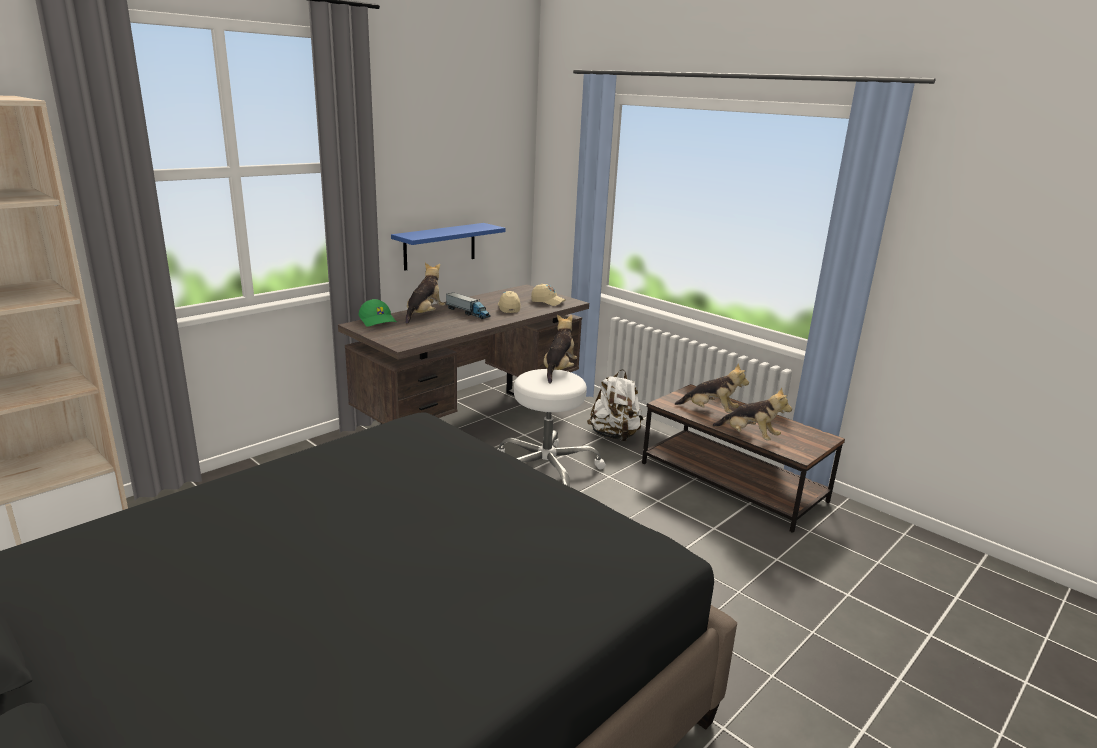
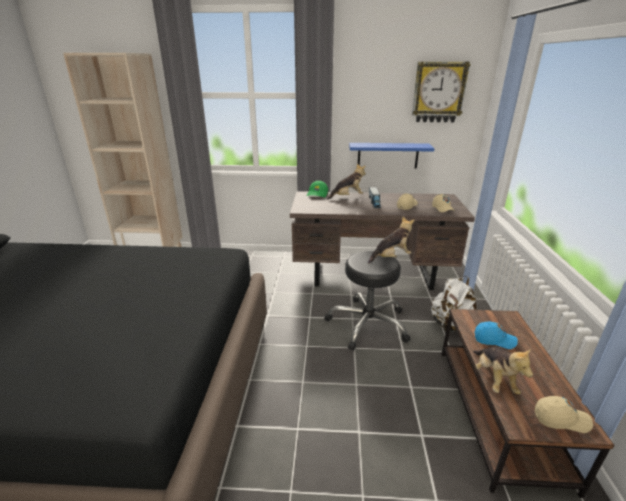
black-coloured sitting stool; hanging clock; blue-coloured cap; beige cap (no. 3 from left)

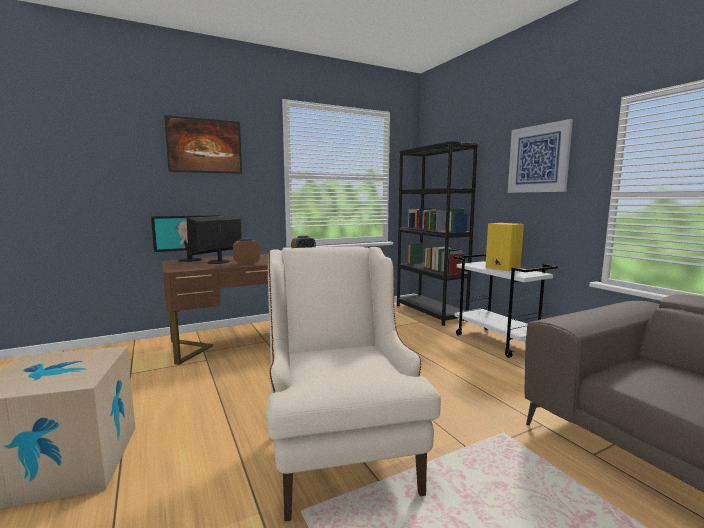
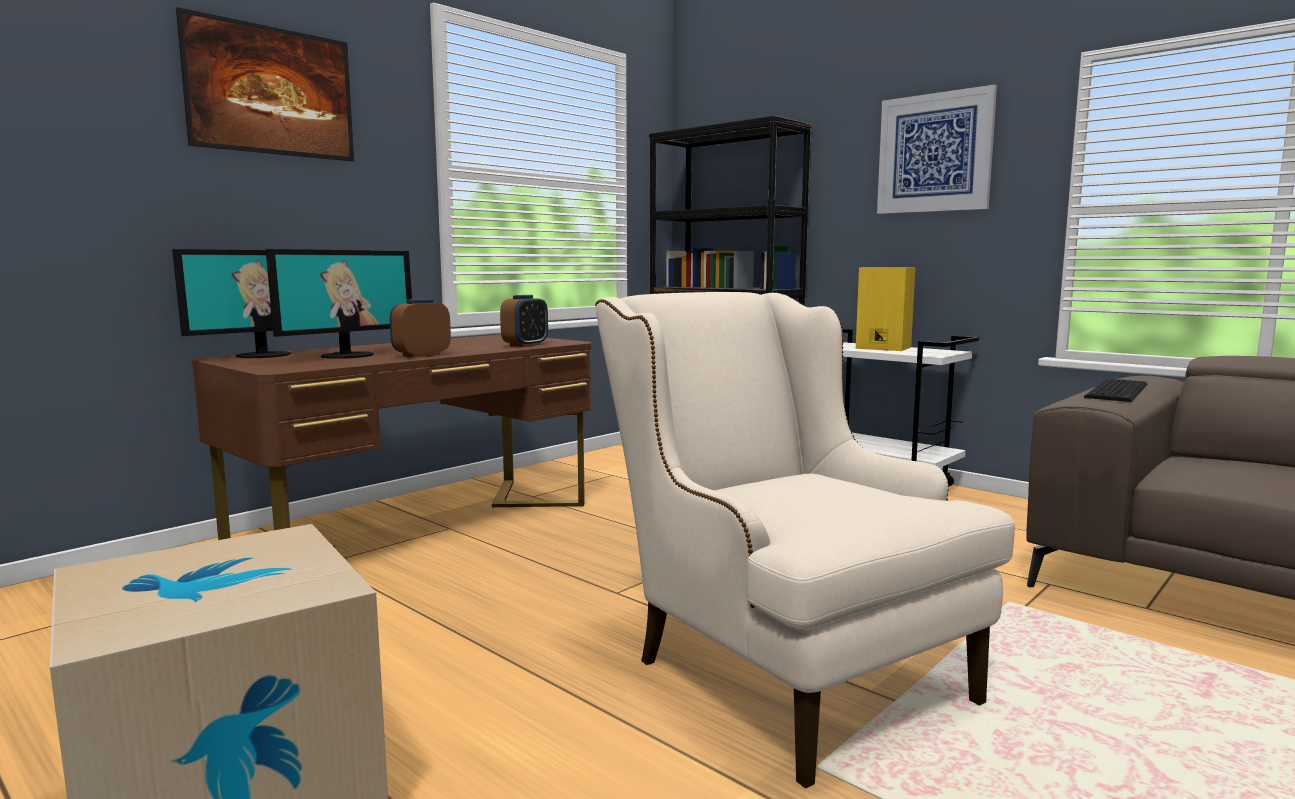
monitor (no. 2 from left); PC keyboard

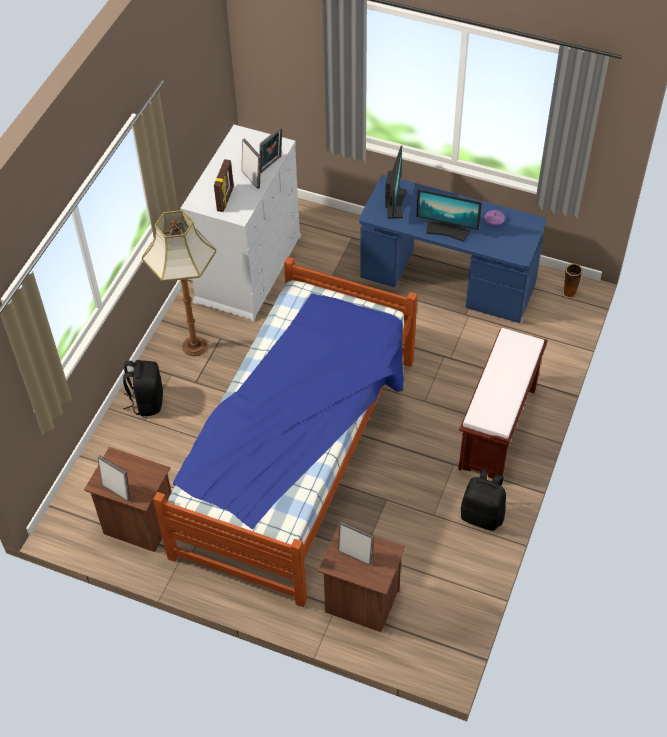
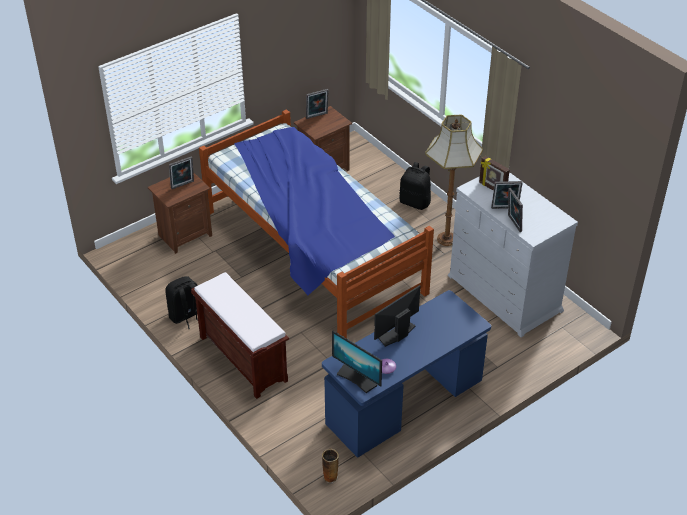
monitor (no. 1 from left)

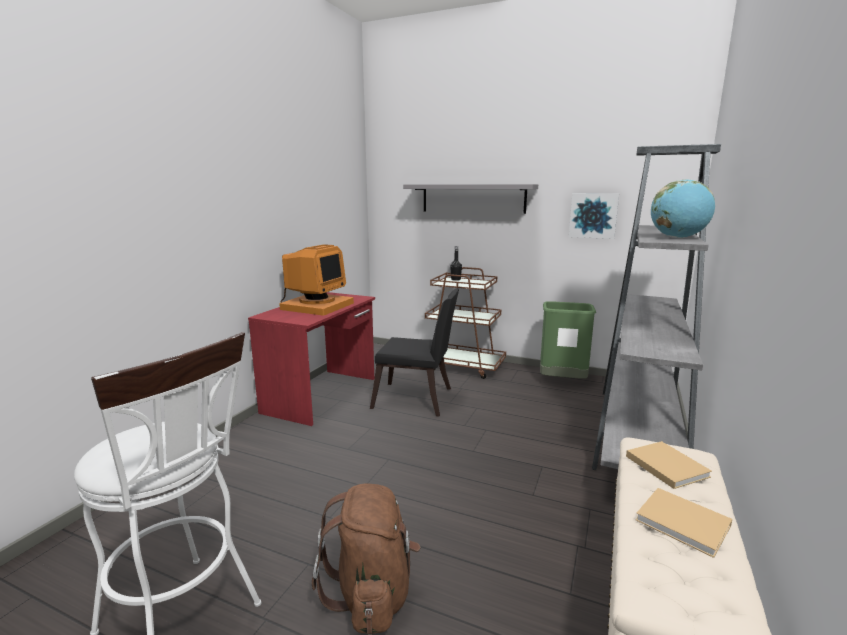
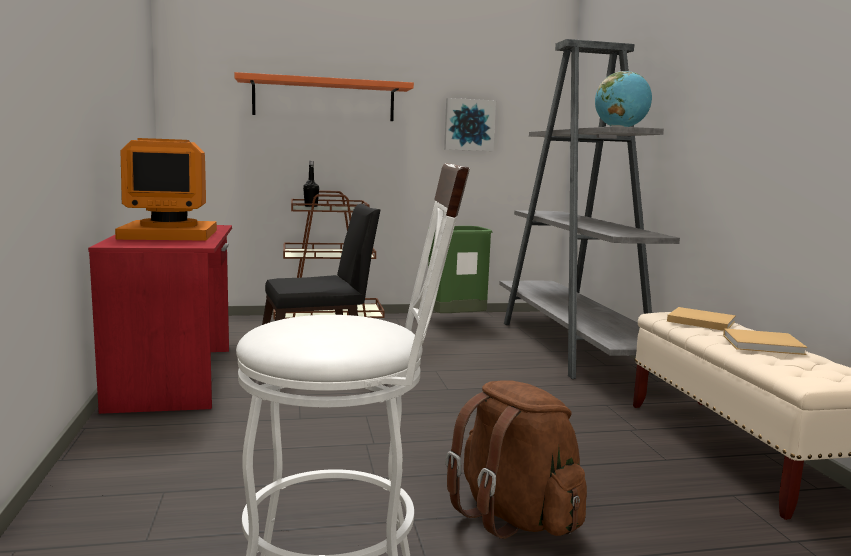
monitor; orange-coloured bracket shelf

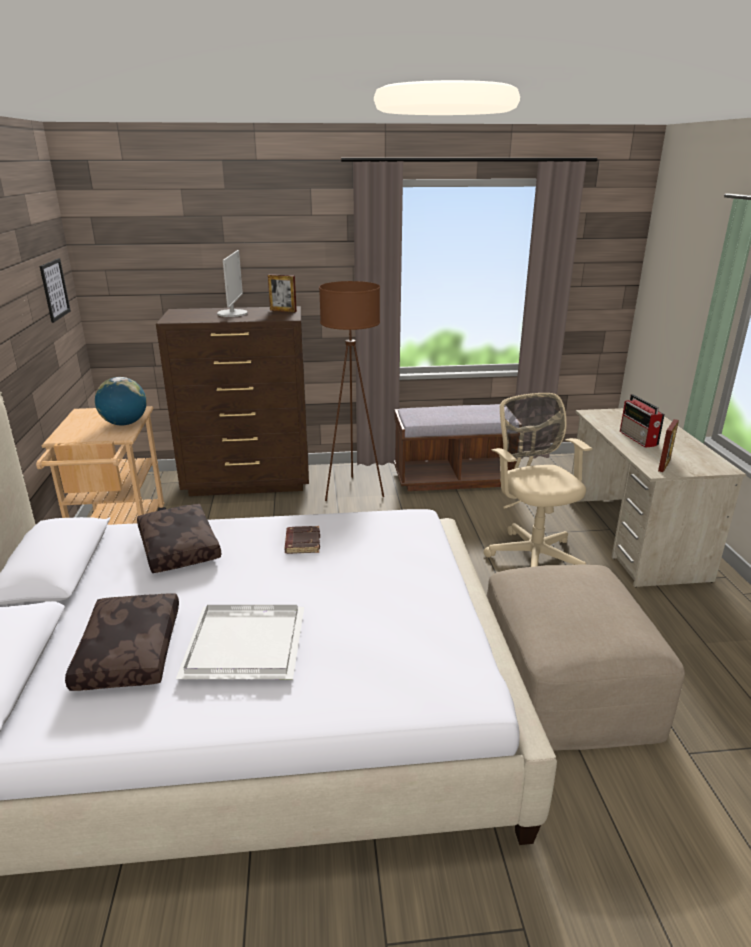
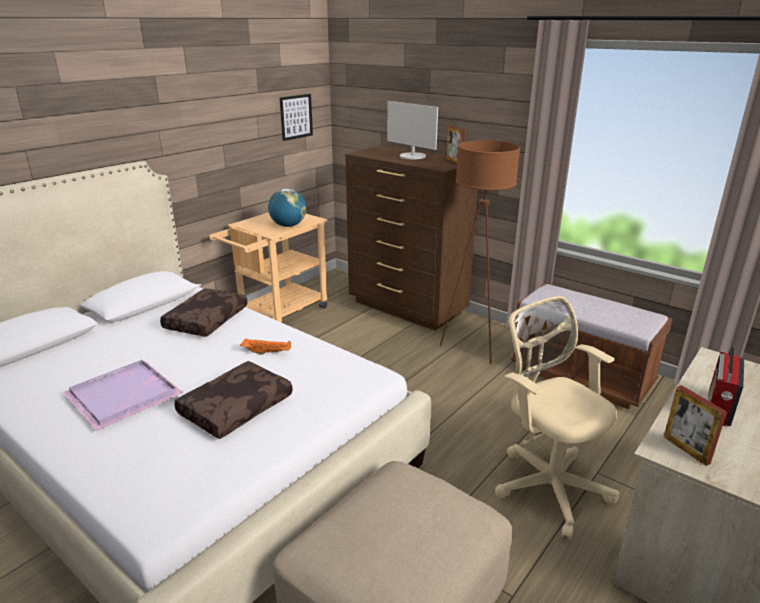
purple-coloured serving tray; brownish throw pillow (no. 2 from left); orange-coloured serving tray; monitor; beige computer chair; photo frame (no. 2 from left)

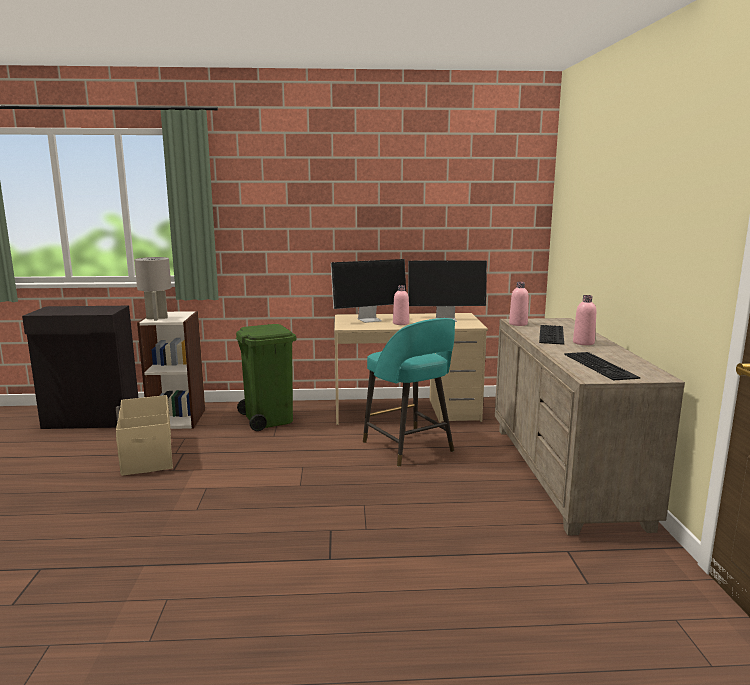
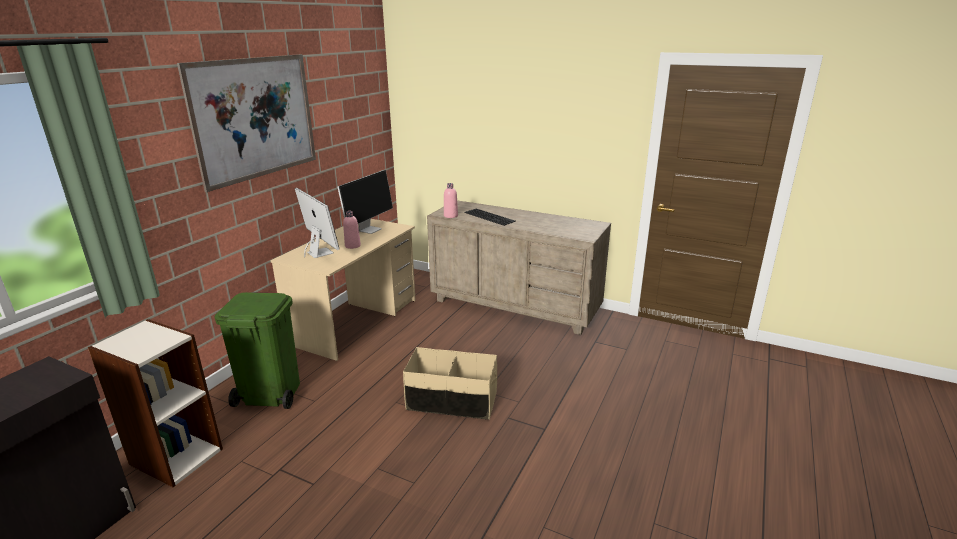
picture; monitor (no. 1 from left); beige storage box; gray lamp for a table; turquoise-coloured sitting stool; PC keyboard (no. 2 from left in the first image); pink-coloured drink bottle (no. 3 from left in the first image)

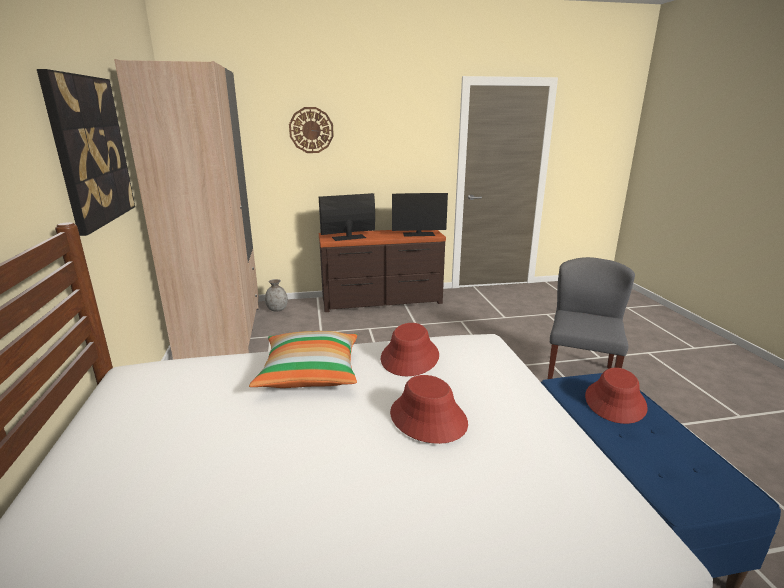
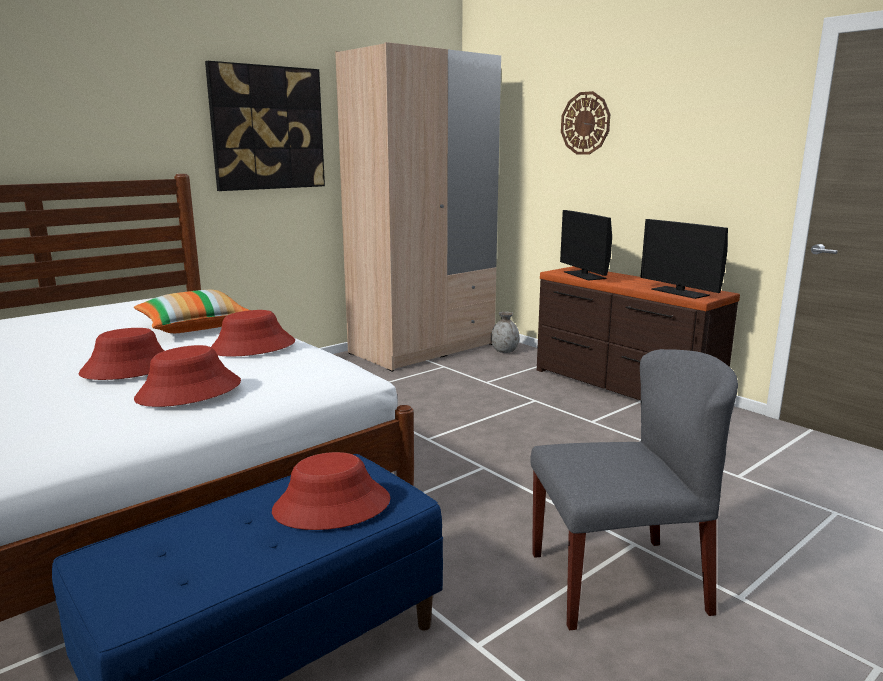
red-coloured hat (no. 2 from left); monitor (no. 1 from left)

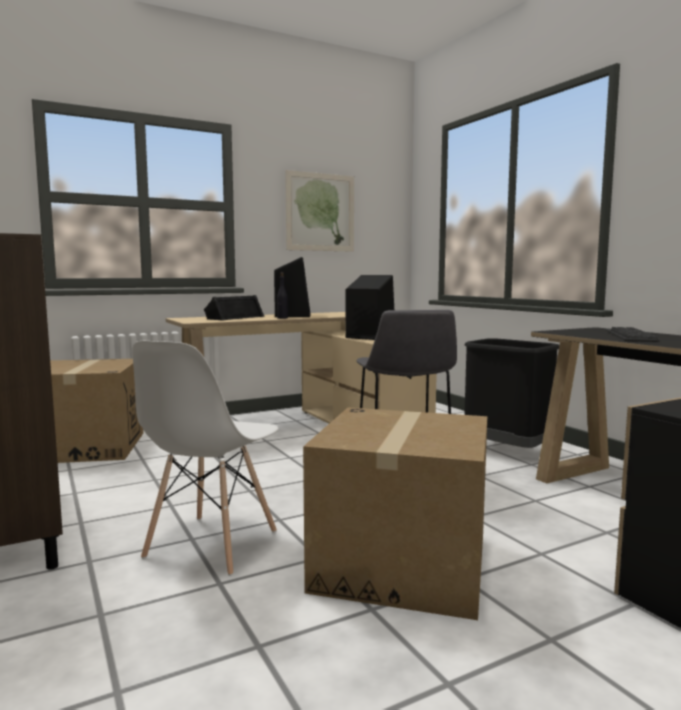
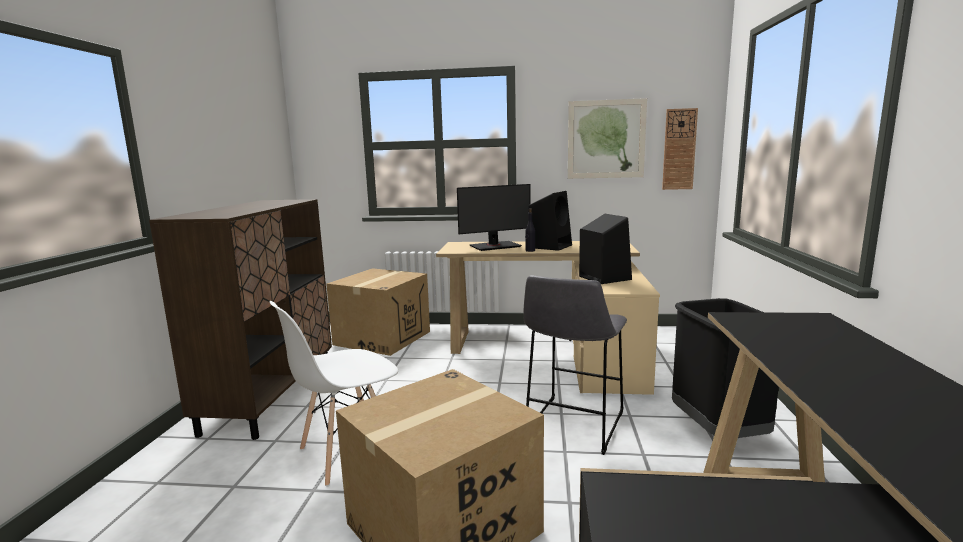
monitor; hanging clock; PC keyboard

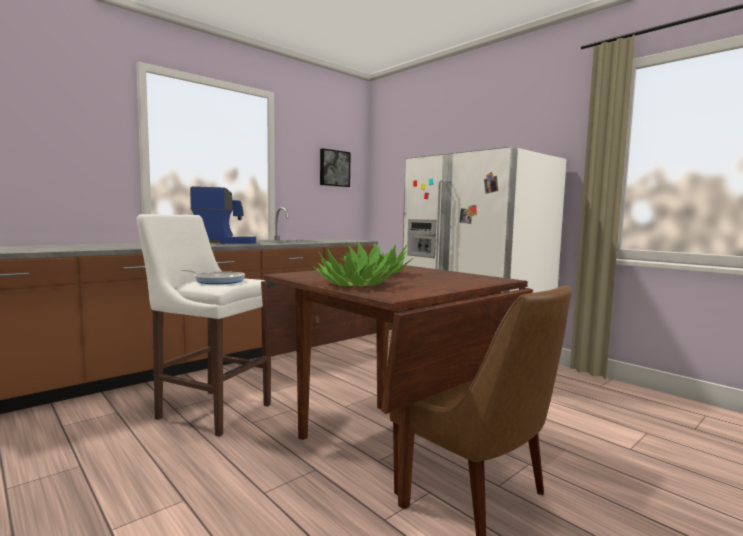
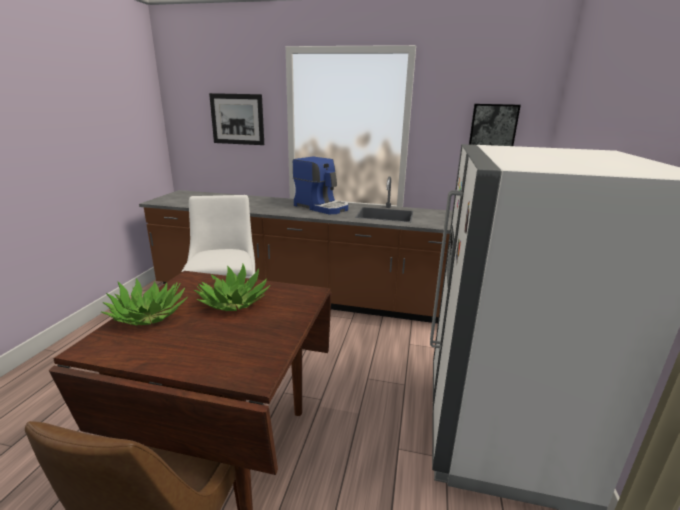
picture (no. 1 from left); skillet

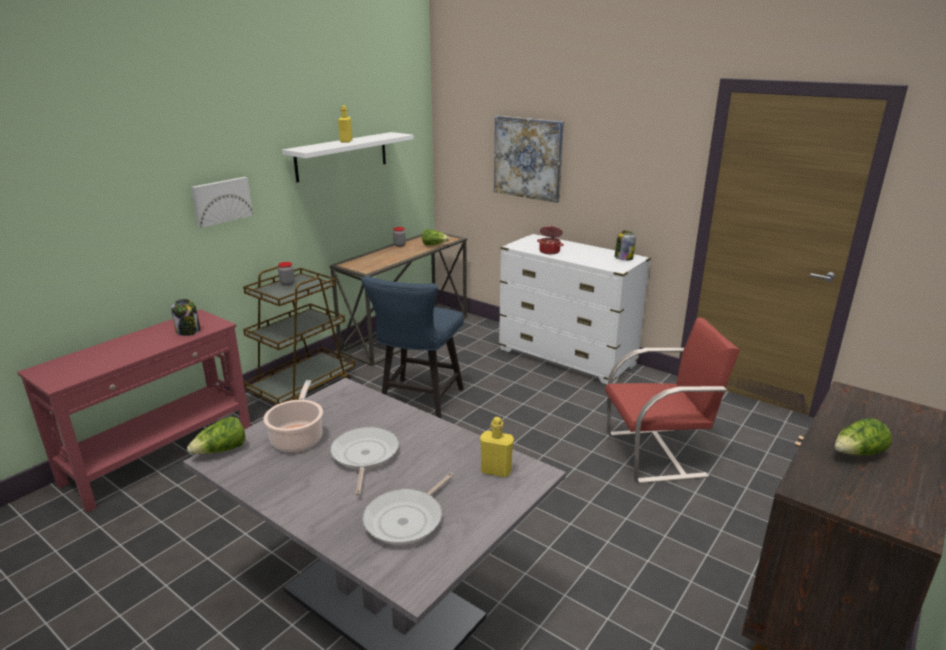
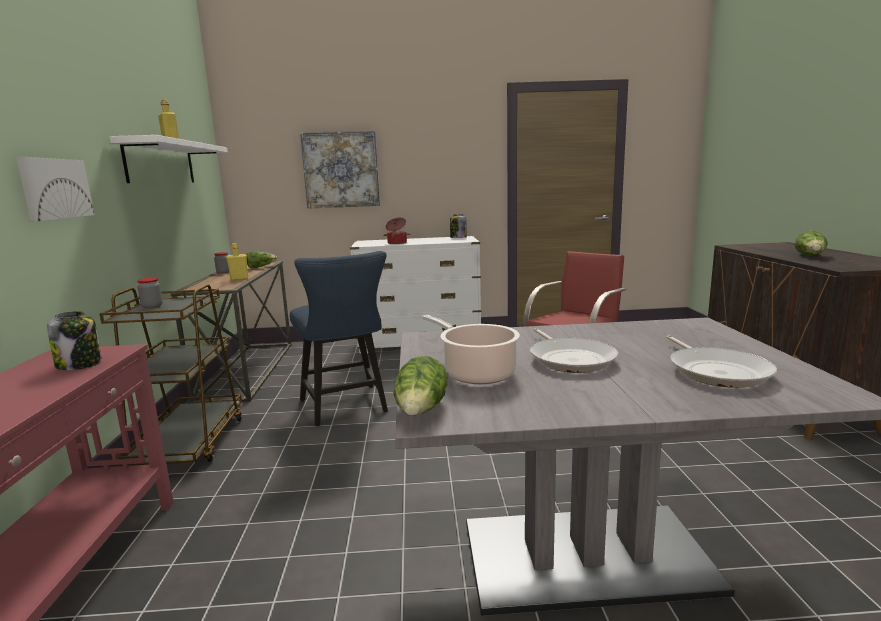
yellow drink bottle (no. 2 from left); skillet (no. 1 from left)

